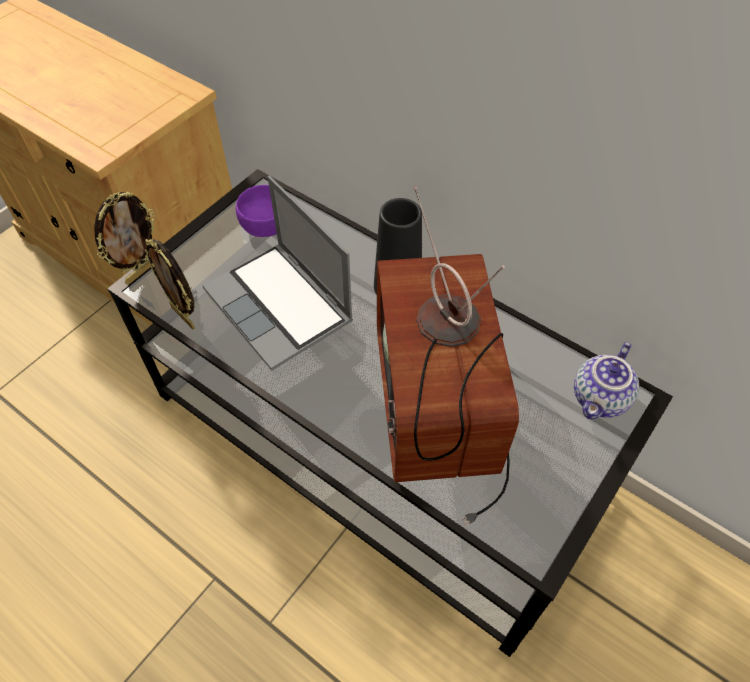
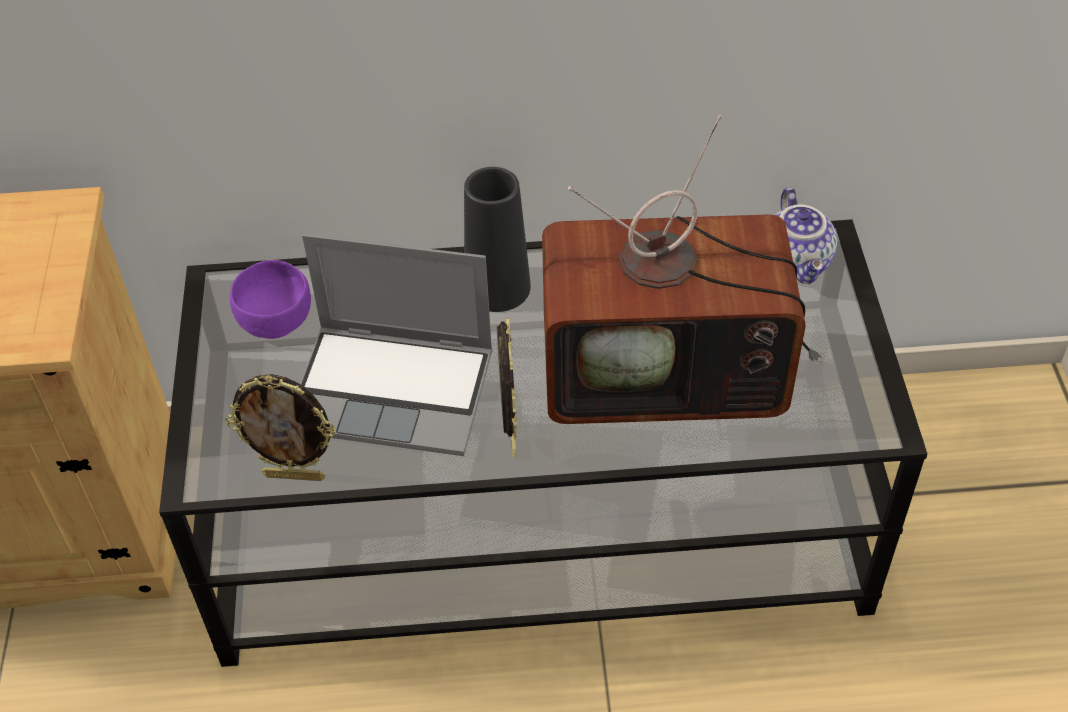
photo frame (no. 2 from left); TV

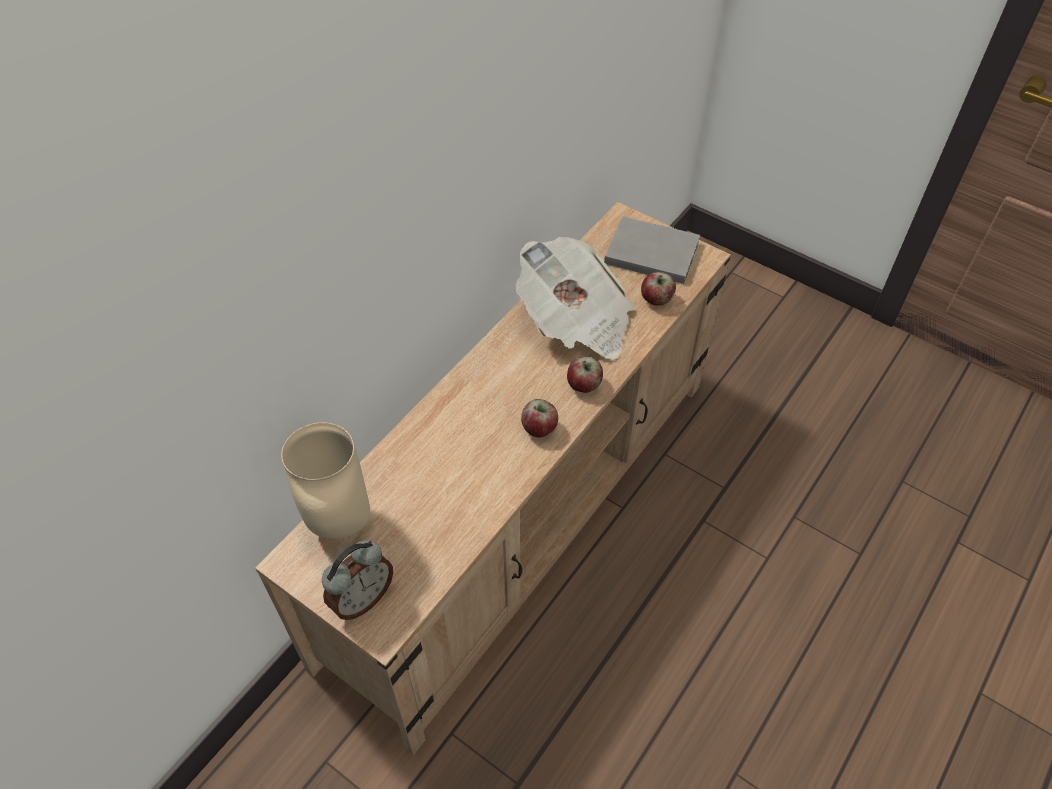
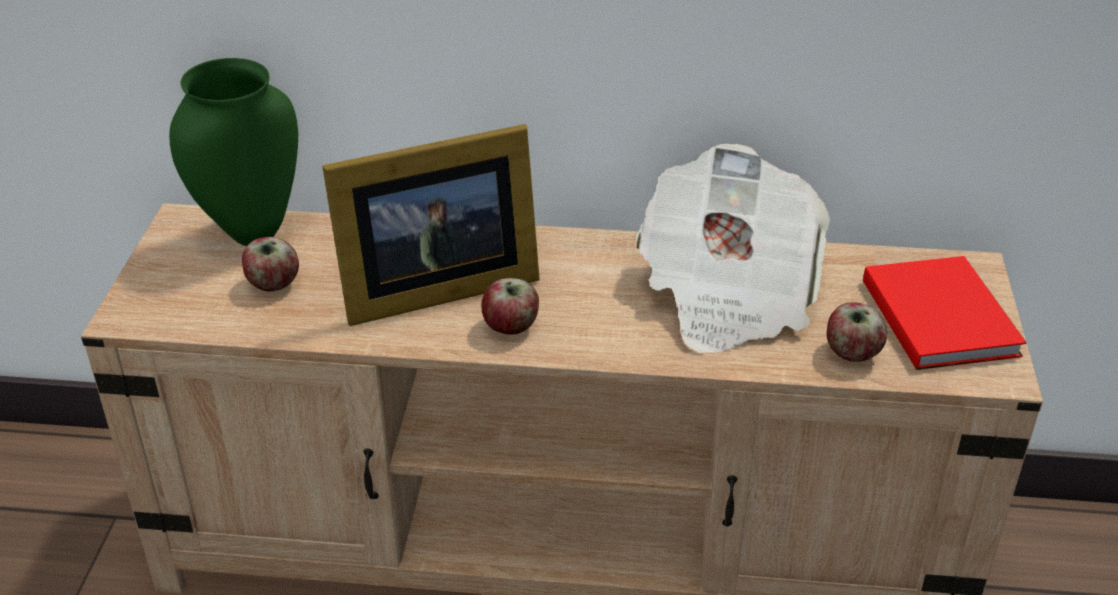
greenish flower vase; whole apple (no. 1 from left); photo frame; red-coloured book; bedside clock

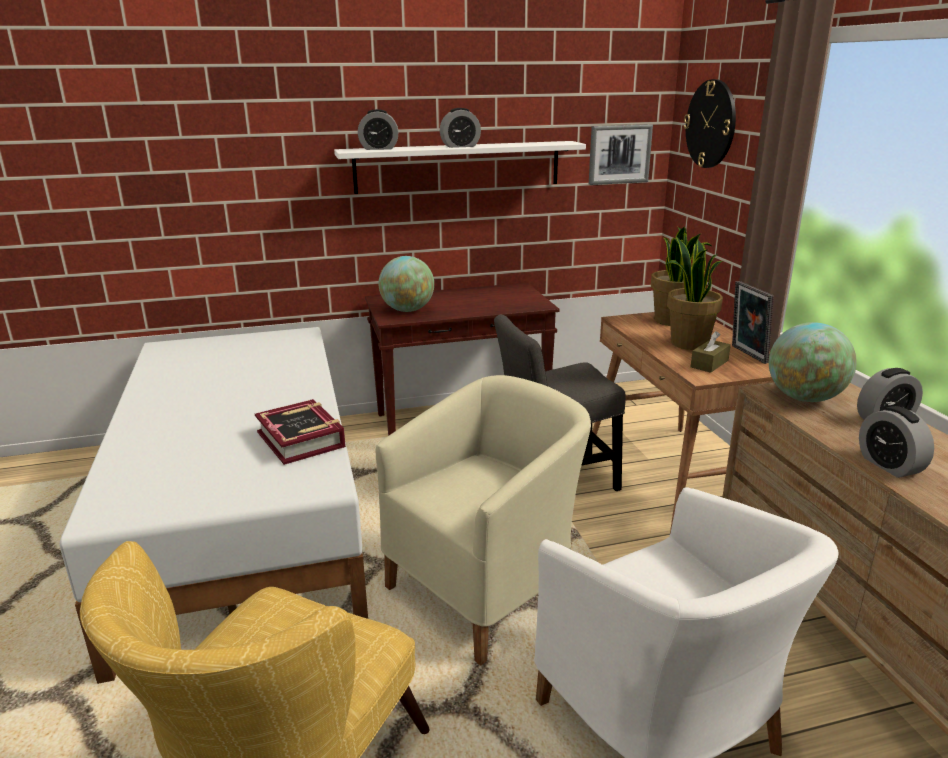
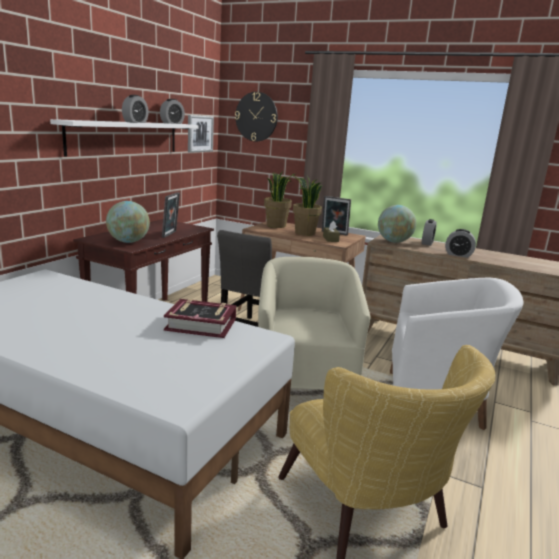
bedside clock (no. 2 from left); photo frame (no. 1 from left)

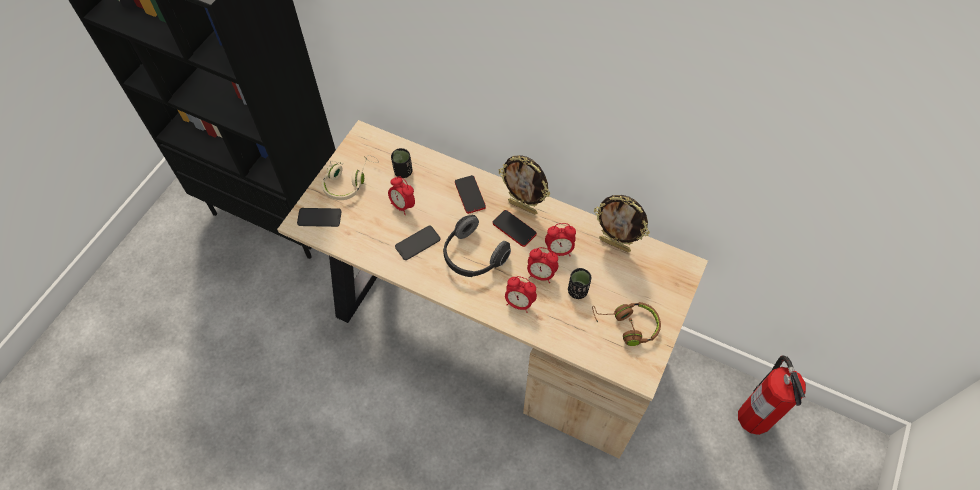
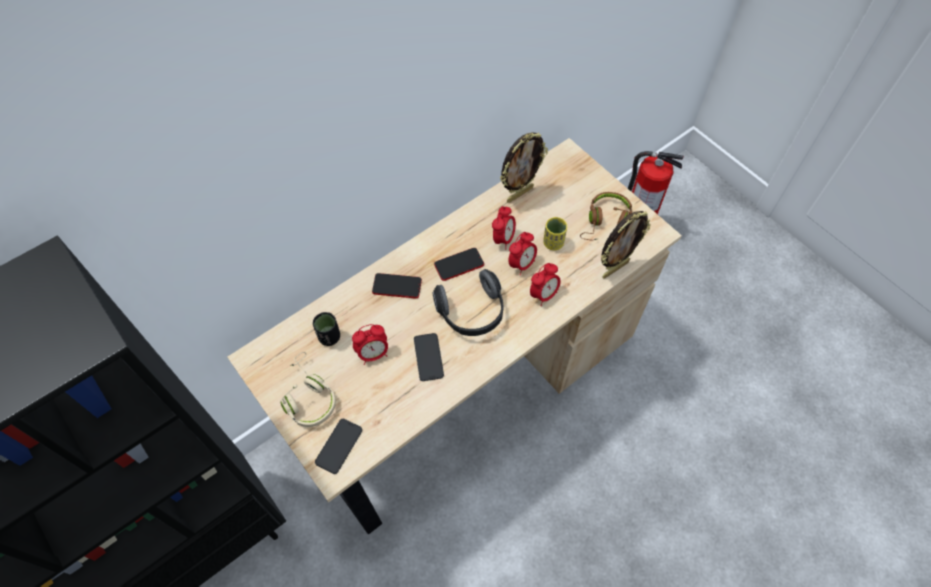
yellow small cup; photo frame (no. 2 from left)

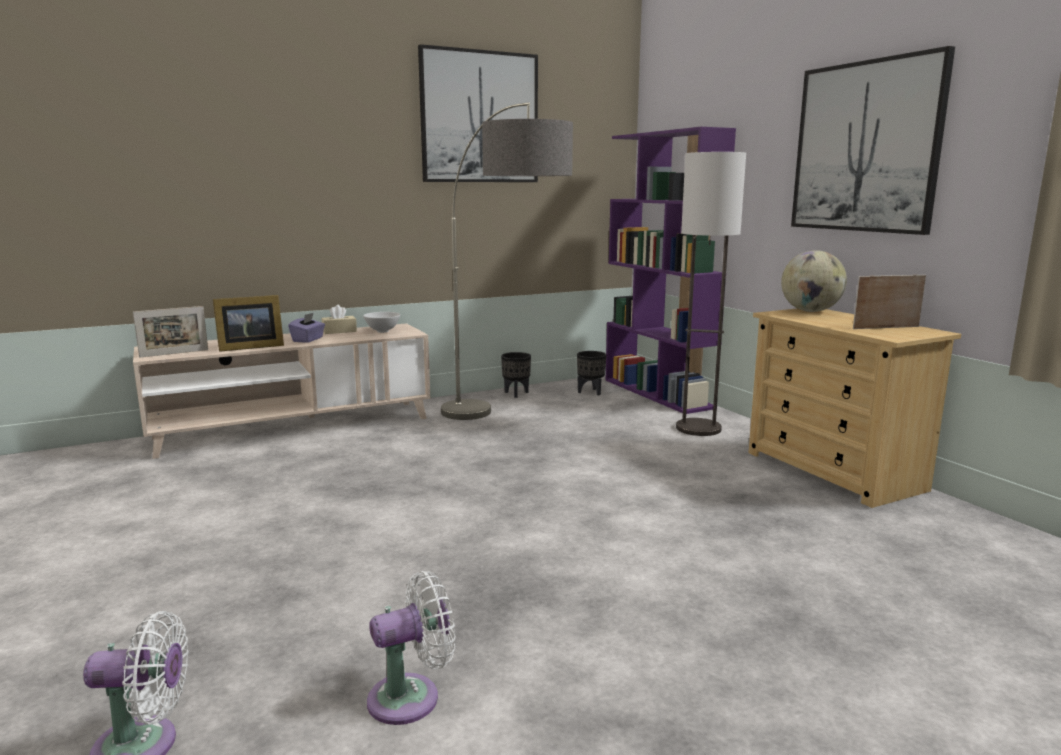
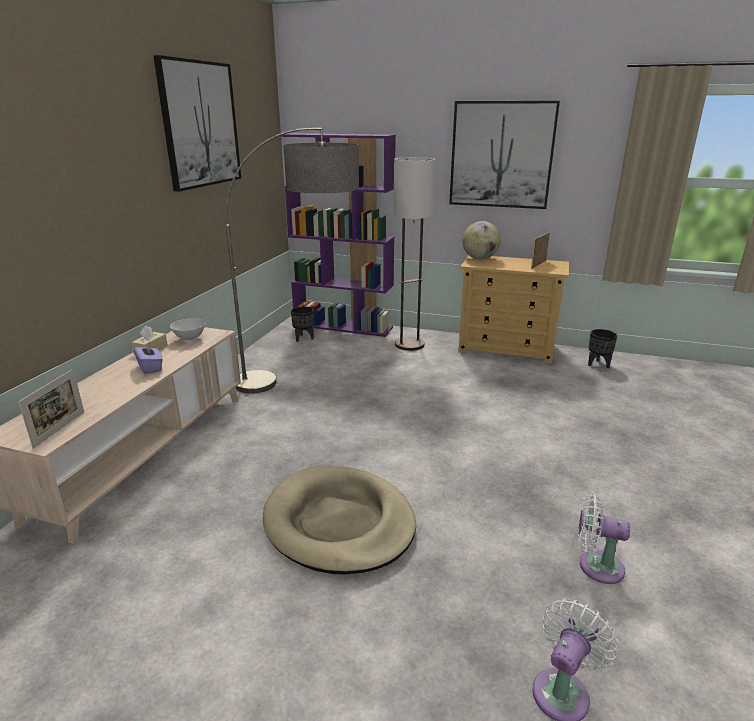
beige pet bed; white cooling fan (no. 2 from left); black-coloured planter (no. 2 from left); photo frame (no. 2 from left in the first image)

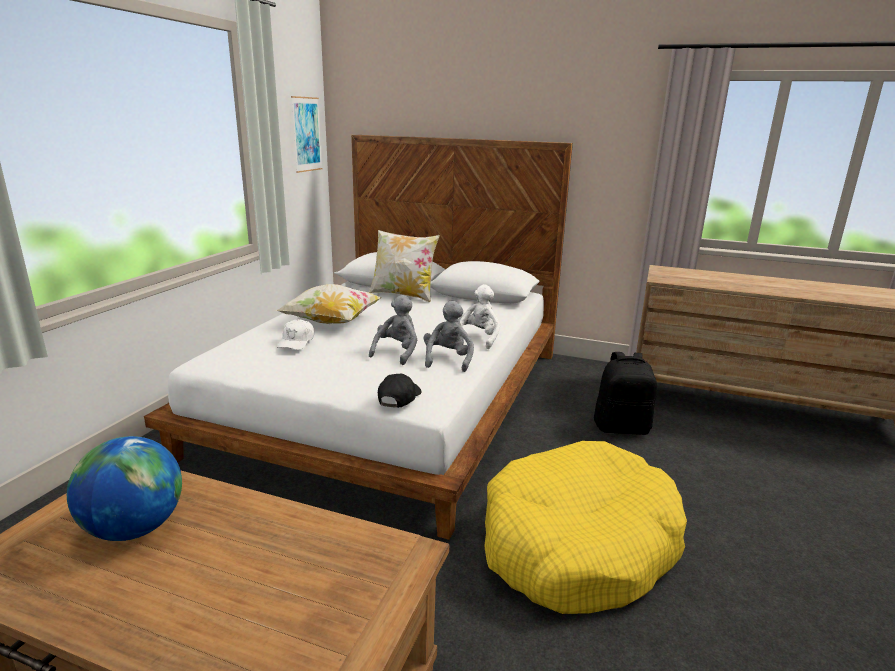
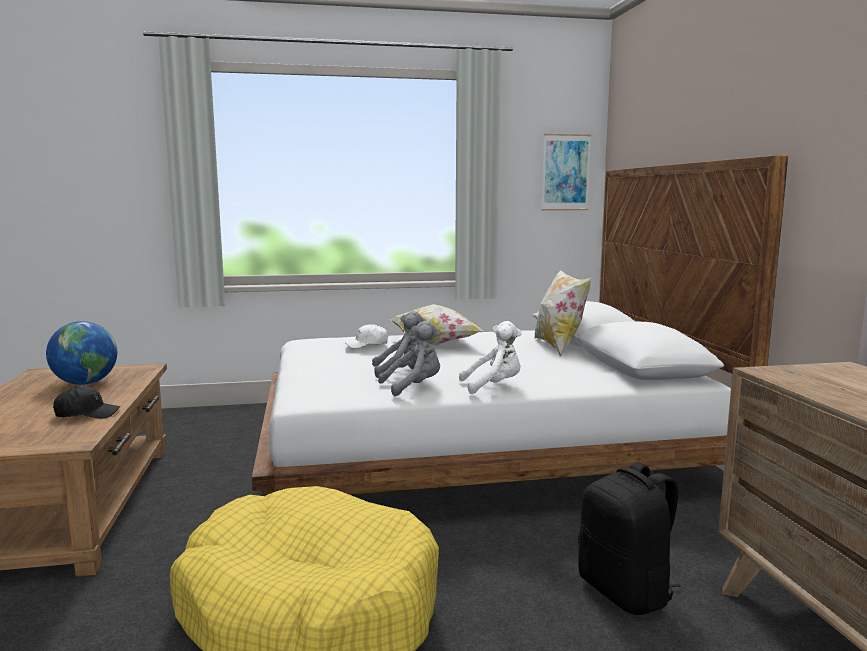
black-coloured cap

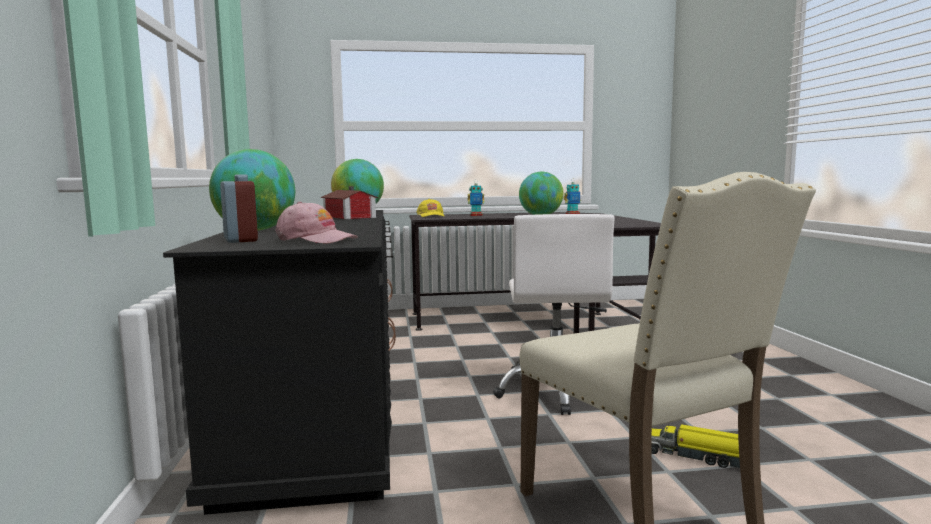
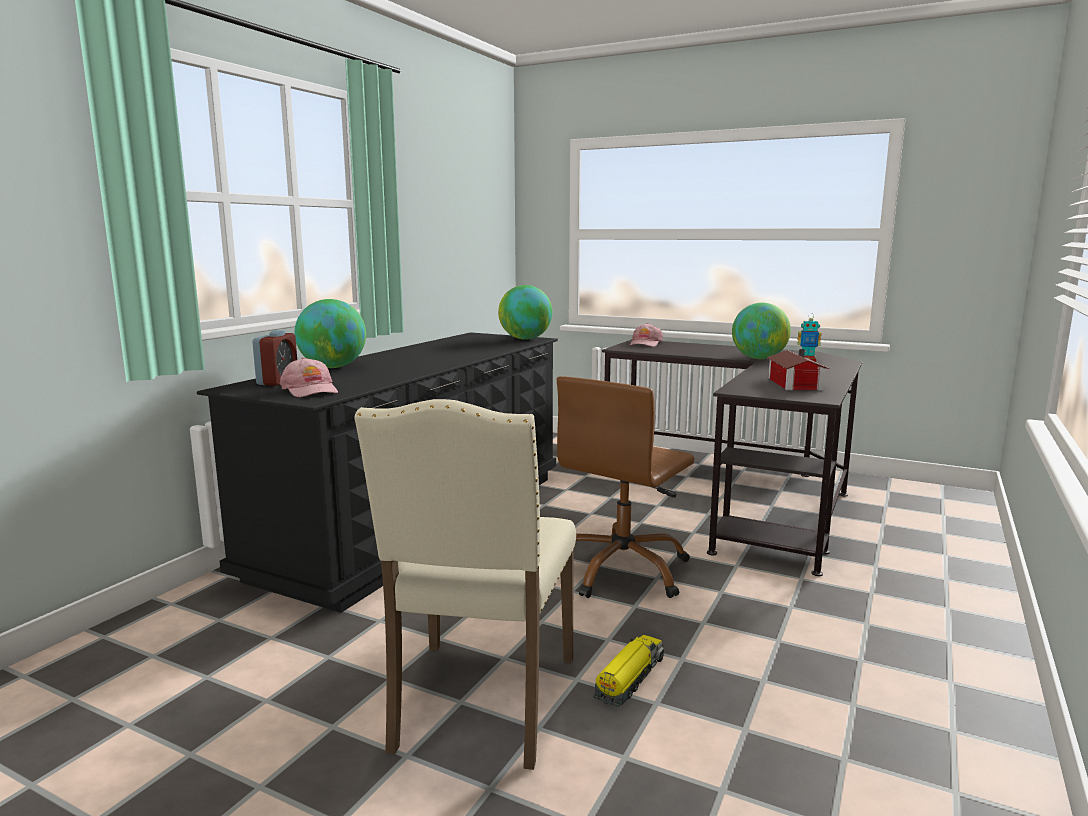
brownish computer chair; toy lorry; pink-coloured cap (no. 2 from left); model house; robot figure (no. 1 from left in the first image)

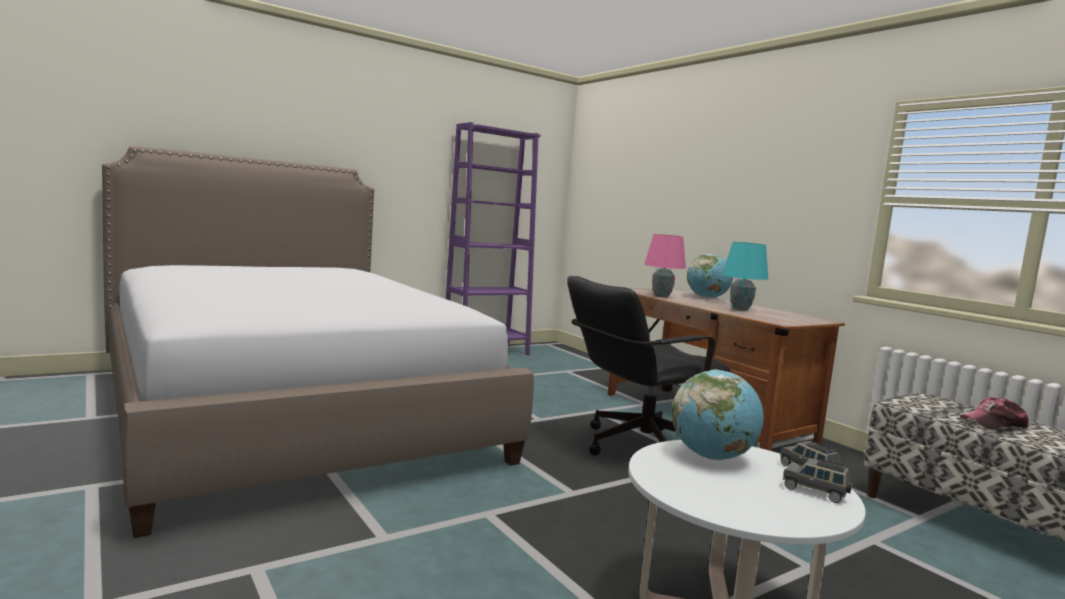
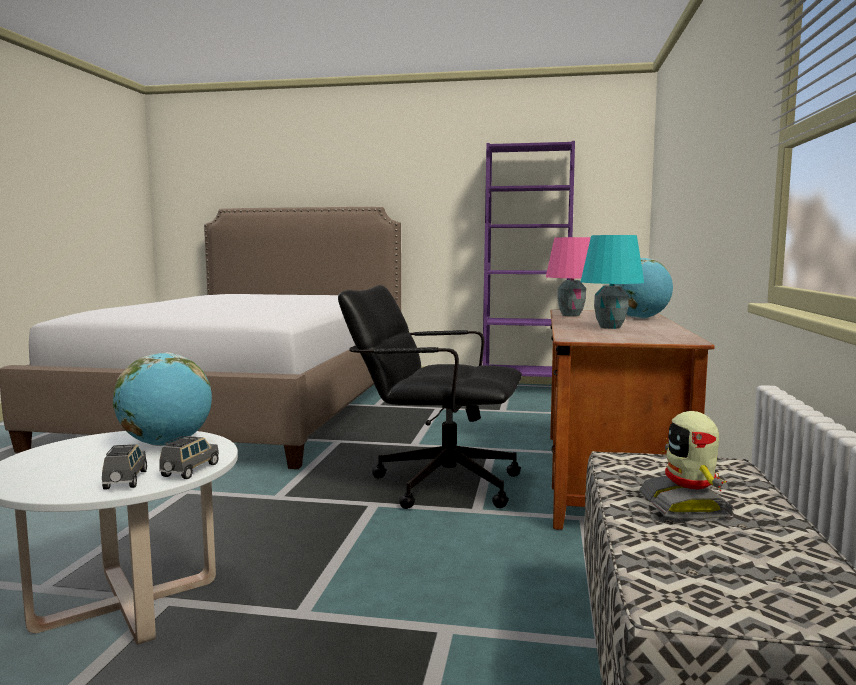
robot figure

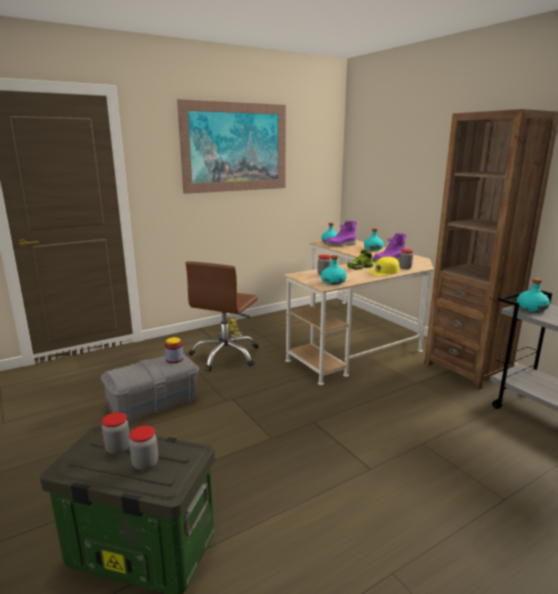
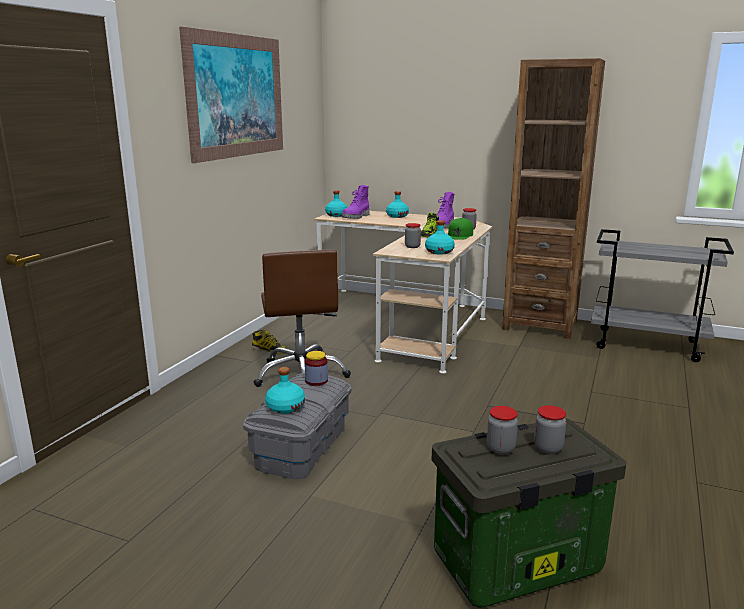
turquoise-coloured drink bottle (no. 1 from left); greenish cap

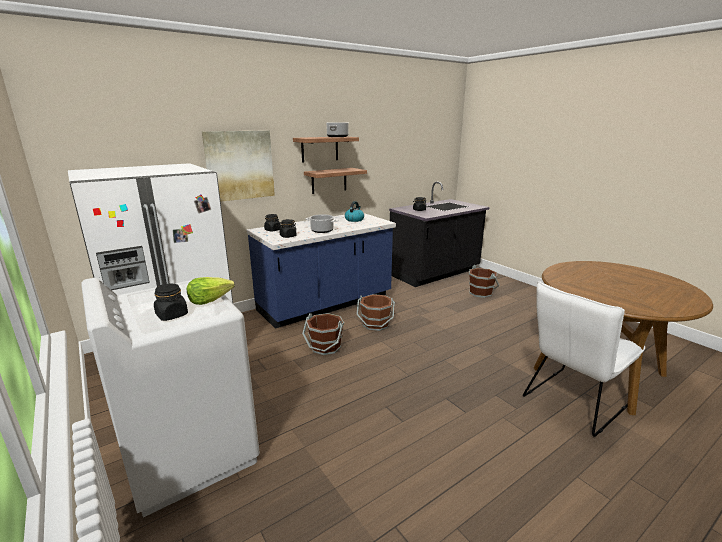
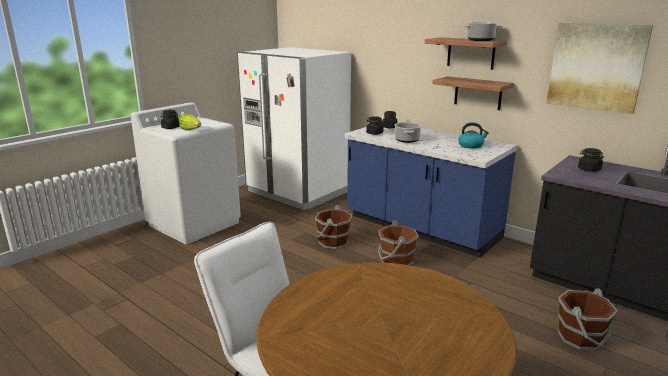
picture

